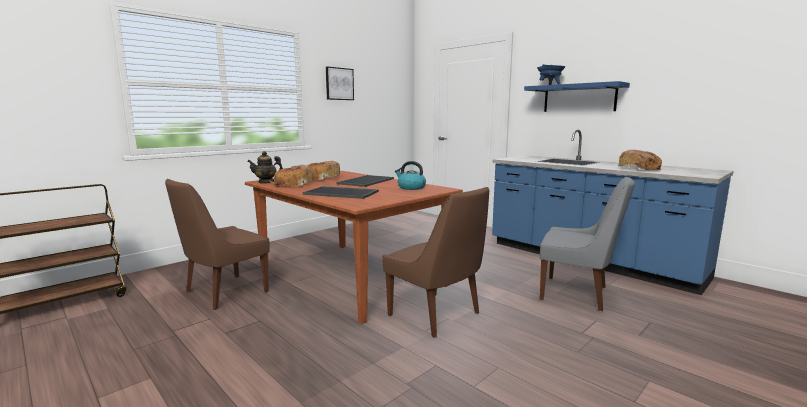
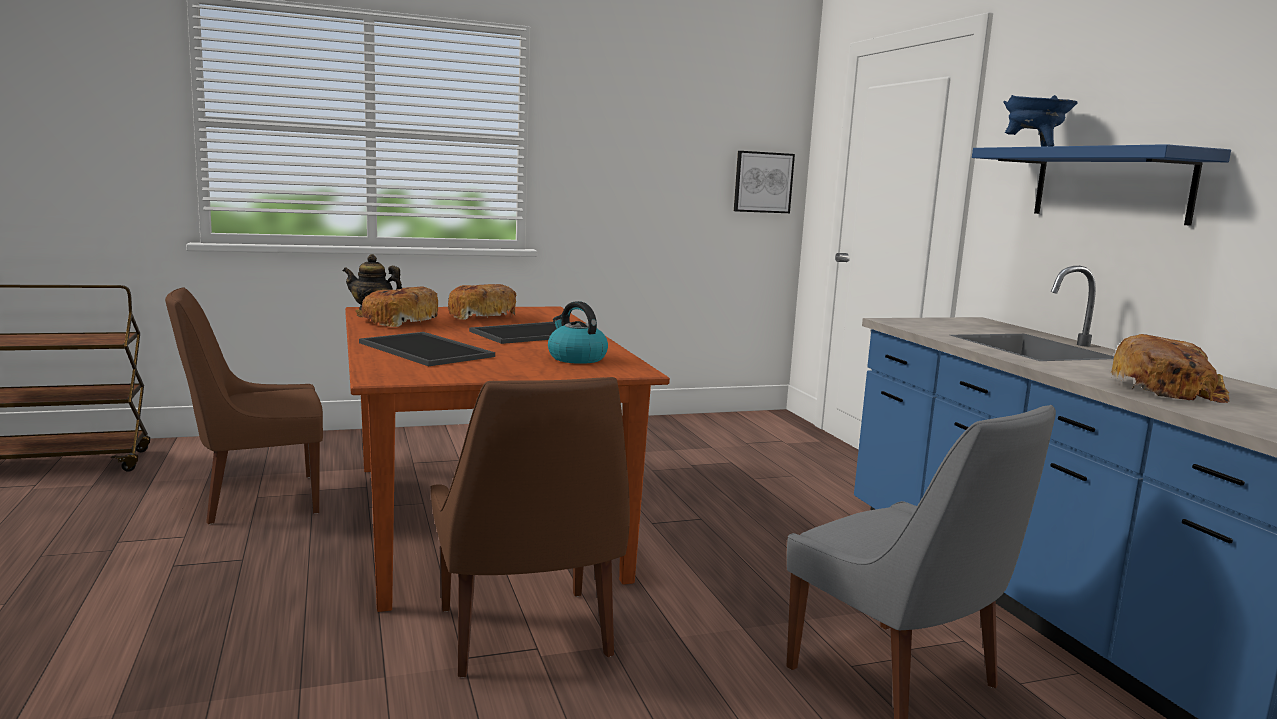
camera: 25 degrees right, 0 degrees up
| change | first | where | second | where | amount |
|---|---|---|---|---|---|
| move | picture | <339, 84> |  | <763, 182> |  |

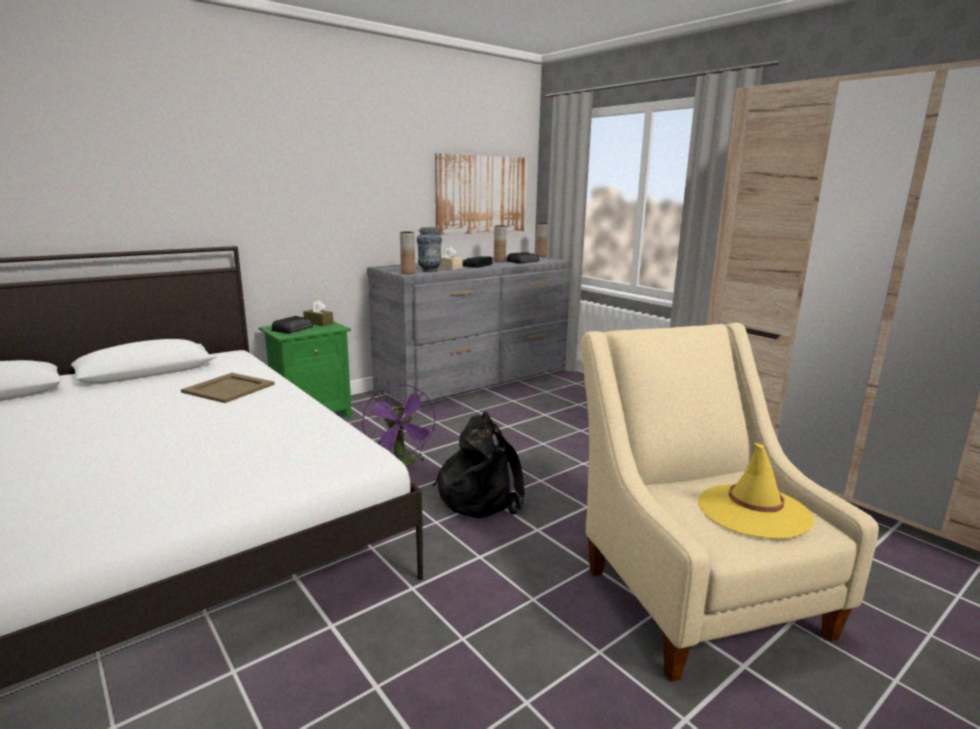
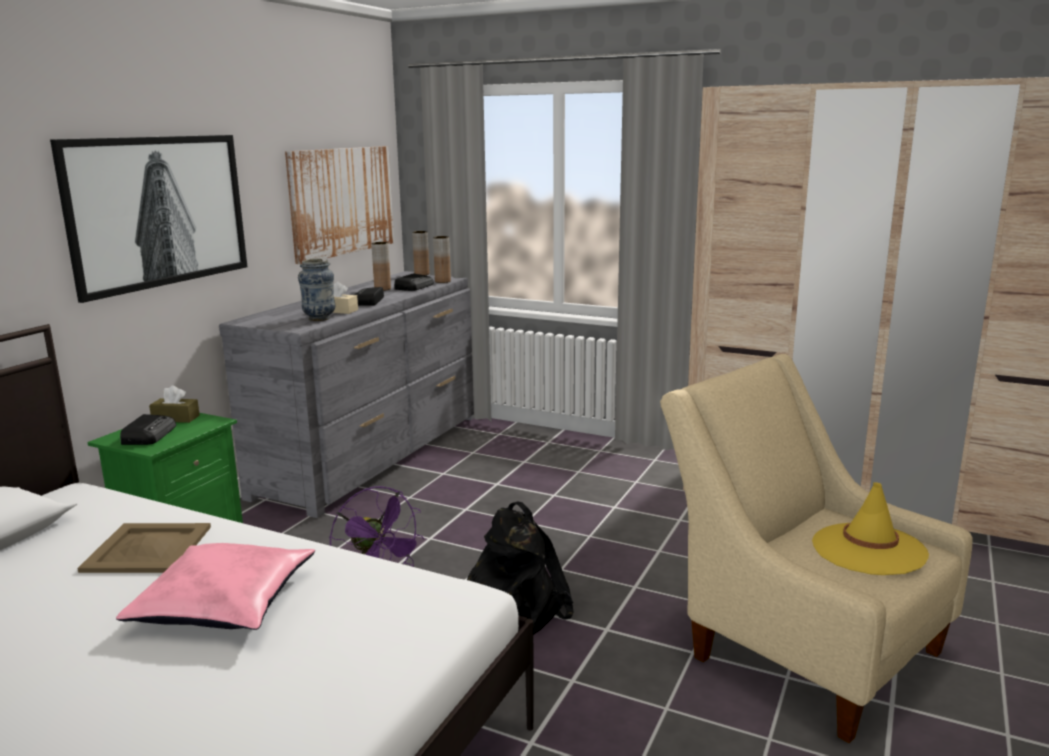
camera: 25 degrees left, 0 degrees up
| change | first | where | second | where | amount |
|---|---|---|---|---|---|
| insert |  |  | picture | <159, 211> |  |
| insert |  |  | pillow (pink) | <225, 602> |  |
| move | vase (brown) | <408, 273> |  | <442, 281> |  |

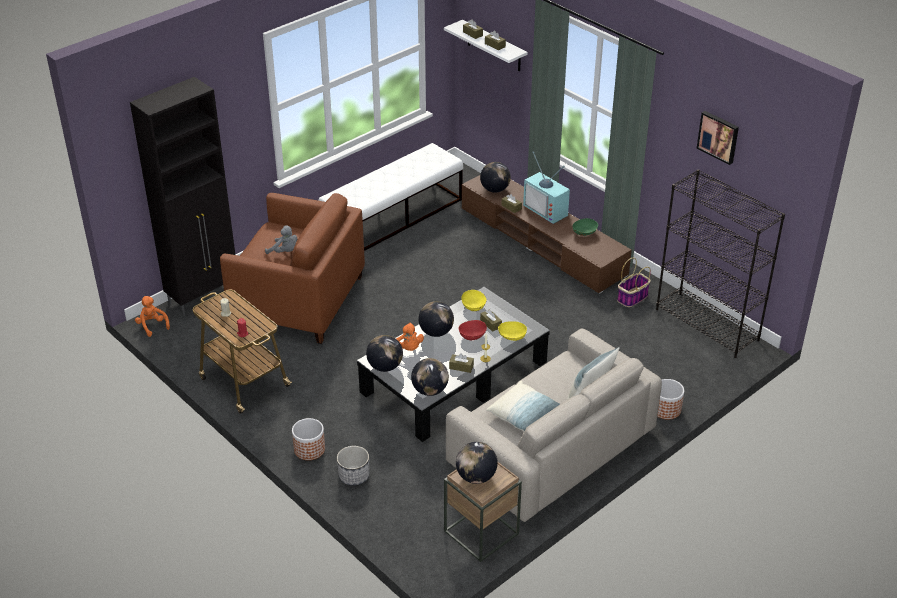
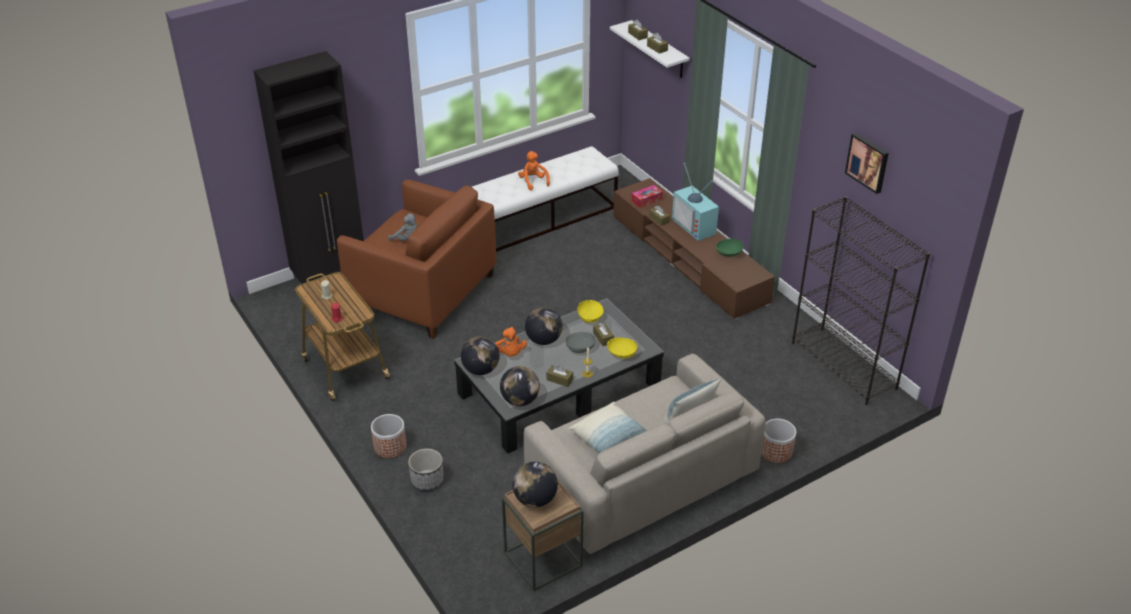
camera: 10 degrees right, 0 degrees up
| change | first | where | second | where | amount |
|---|---|---|---|---|---|
| delete | basket | <632, 298> |  |  |  |
| move | plush toy (orange) | <152, 326> |  | <533, 182> |  |
| replace | globe | <495, 190> | tissue box | <646, 200> |  |
| recolor | bowl (red) | <472, 336> | bowl (grey) | <580, 348> |  |

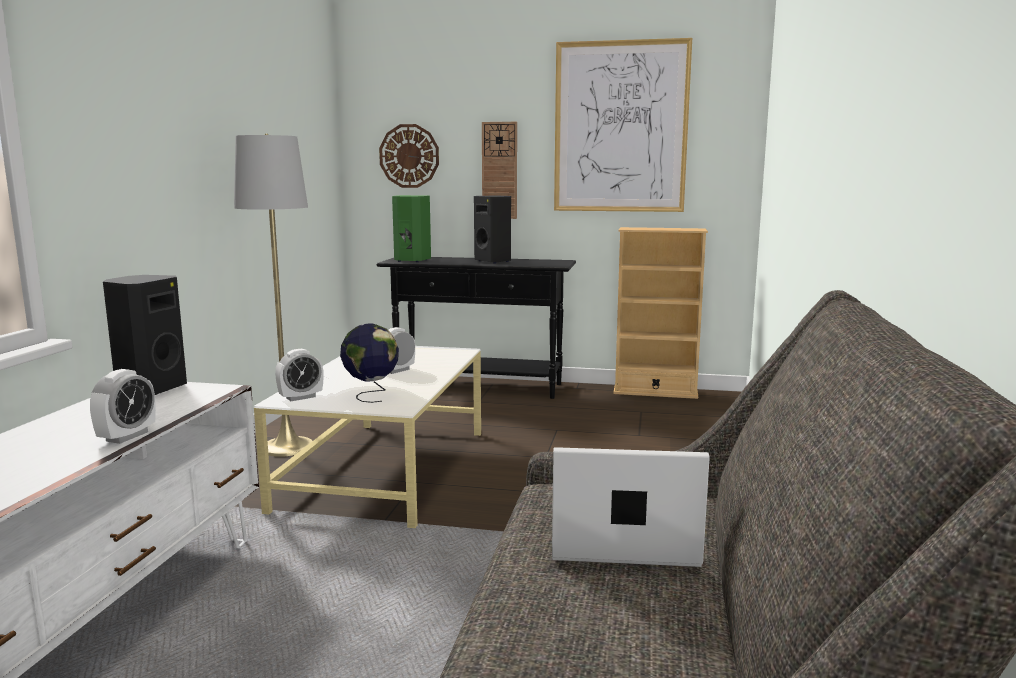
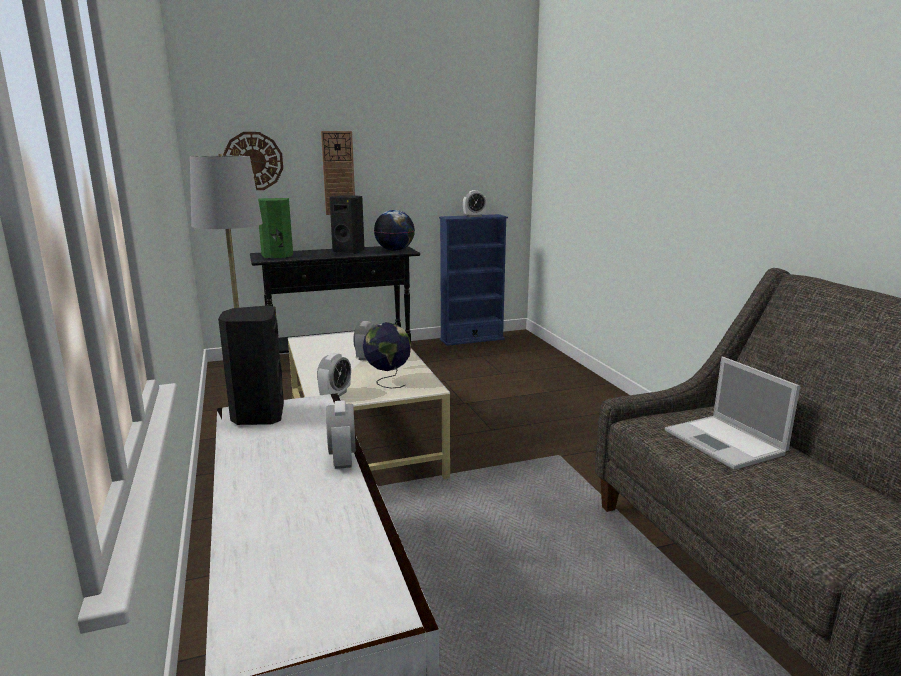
camera: 30 degrees left, 5 degrees up
| change | first | where | second | where | amount |
|---|---|---|---|---|---|
| delete | picture | <620, 127> |  |  |  |
| insert |  |  | globe | <395, 250> |  |
| insert |  |  | alarm clock | <474, 216> |  |
| recolor | bookcase (beige) | <655, 392> | bookcase (blue) | <472, 339> |  |
| rotate | laptop | <619, 538> |  | <726, 443> | 90 degrees counterclockwise |

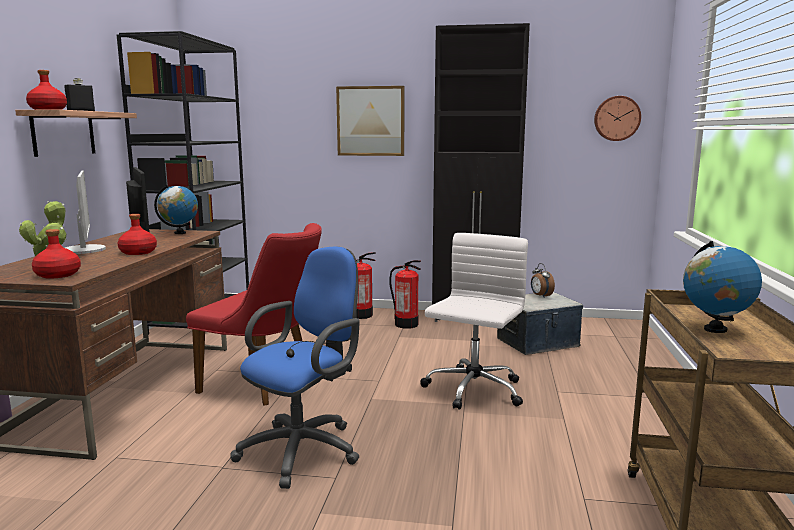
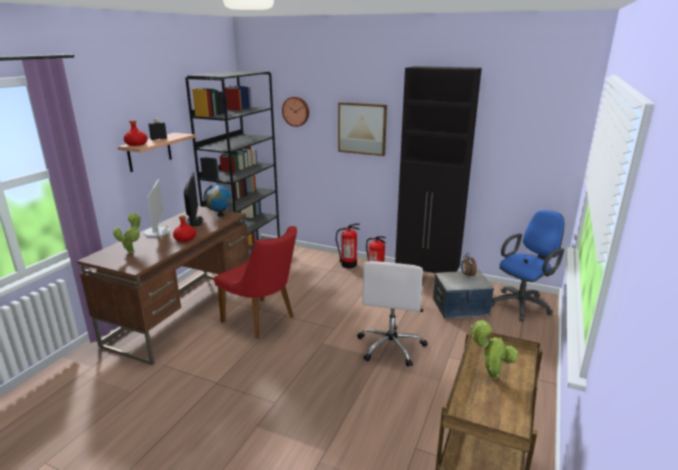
camera: 15 degrees right, 10 degrees up
| change | first | where | second | where | amount |
|---|---|---|---|---|---|
| delete | bottle (red) | <57, 275> |  |  |  |
| move | office chair (blue) | <305, 449> |  | <522, 304> |  |
| move | wall clock | <616, 118> |  | <296, 111> |  |
| replace | globe | <715, 329> | potted plant | <490, 375> |  |
| rotate | office chair (white) | <473, 390> |  | <391, 346> | 150 degrees clockwise |

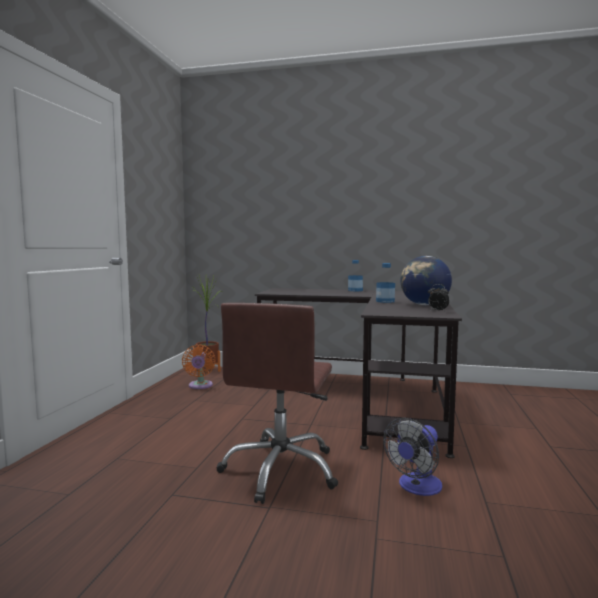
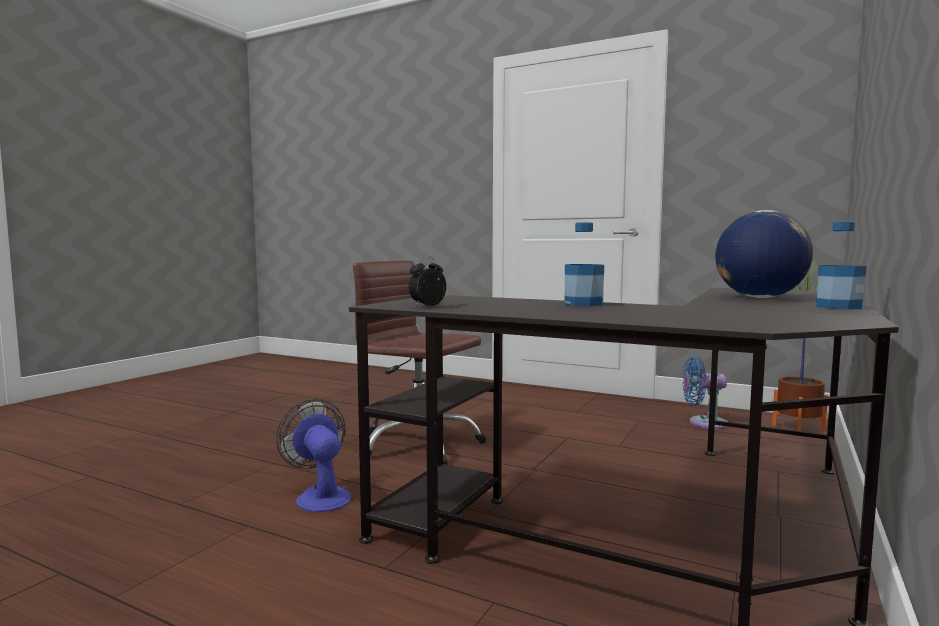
camera: 105 degrees right, 0 degrees up
| change | first | where | second | where | amount |
|---|---|---|---|---|---|
| move | globe | <424, 305> |  | <759, 297> |  |
| recolor | fan (orange) | <200, 386> | fan (blue) | <703, 423> |  |

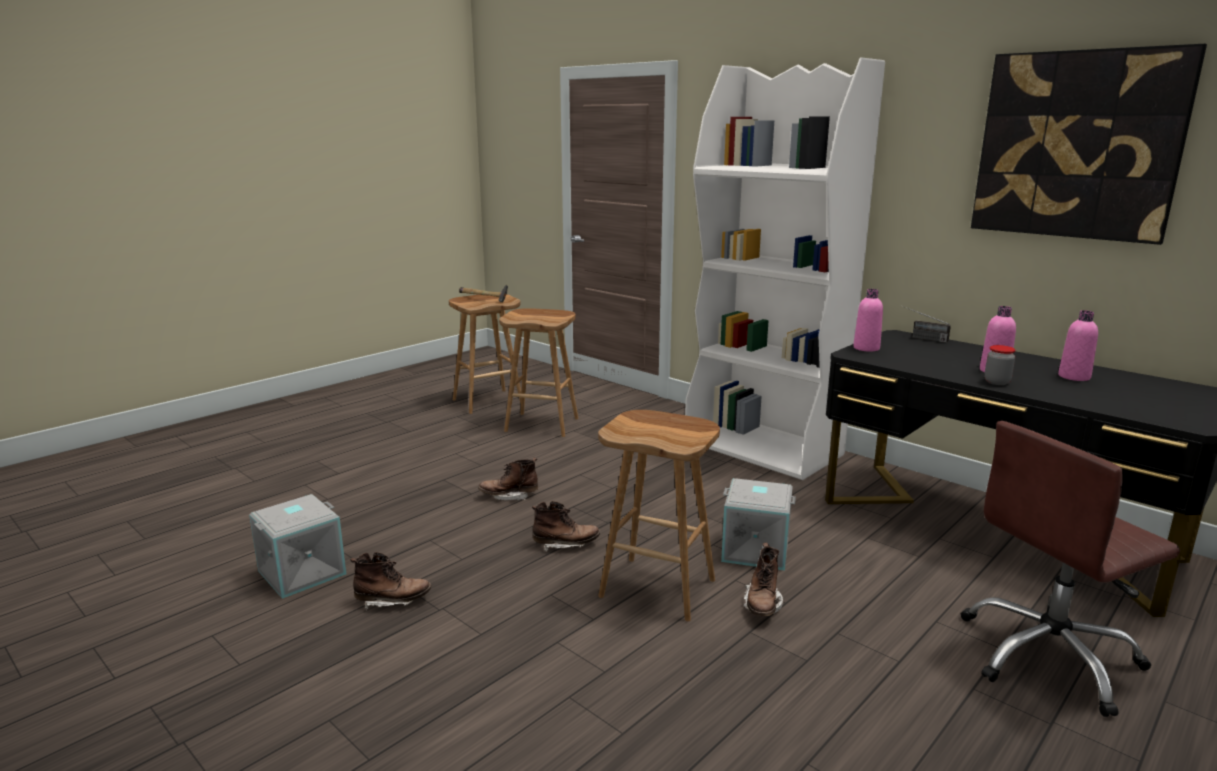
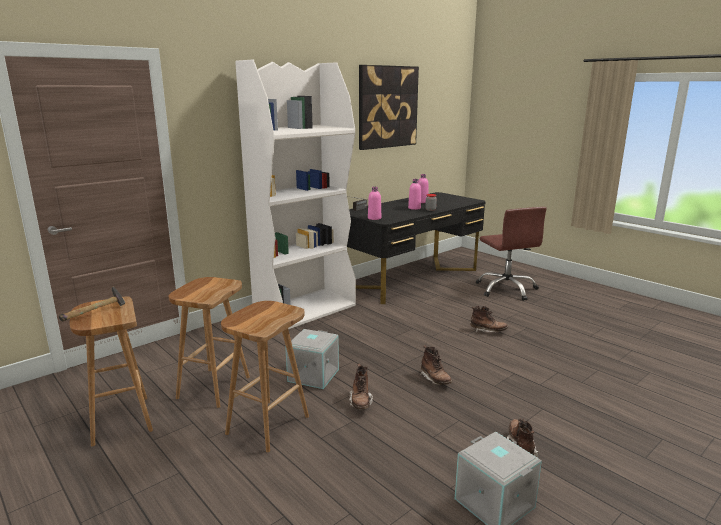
camera: 85 degrees left, 0 degrees up
| change | first | where | second | where | amount |
|---|---|---|---|---|---|
| move | stool (brown) | <659, 588> |  | <268, 424> |  |
| move | storage box (grey) | <756, 549> |  | <312, 375> |  |
| rotate | boot (brown) | <566, 545> |  | <435, 380> | 150 degrees clockwise |

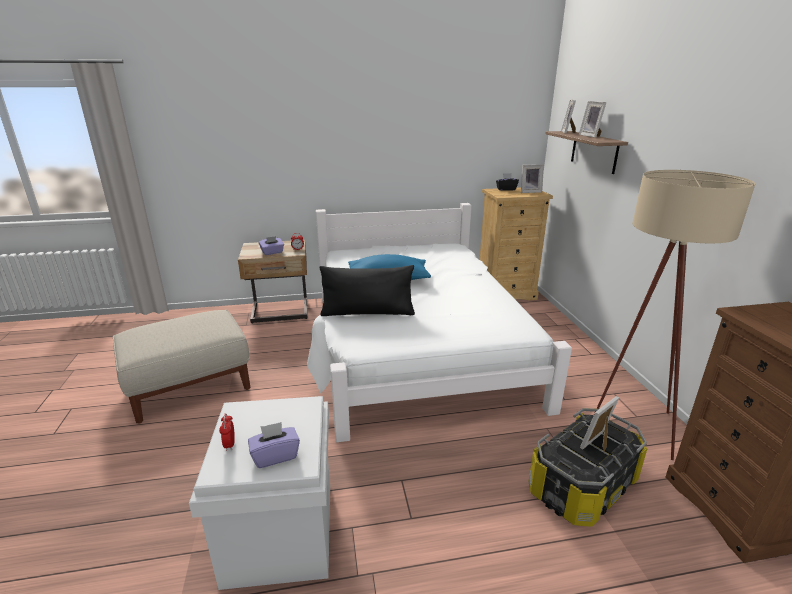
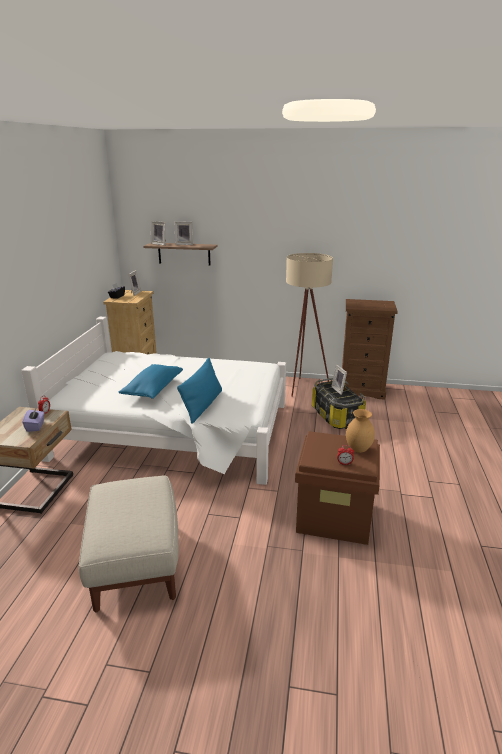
camera: 70 degrees left, 0 degrees up
| change | first | where | second | where | amount |
|---|---|---|---|---|---|
| replace | tissue box (purple) | <275, 456> | vase (brown) | <359, 449> |  |
| recolor | storage box (white) | <281, 533> | storage box (brown) | <335, 517> |  |
| recolor | pillow (black) | <367, 312> | pillow (blue) | <203, 405> |  |

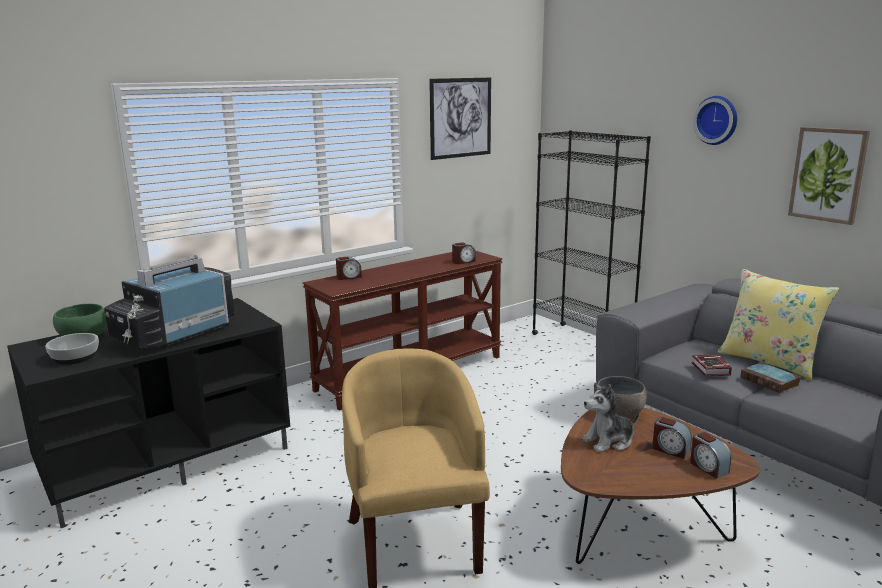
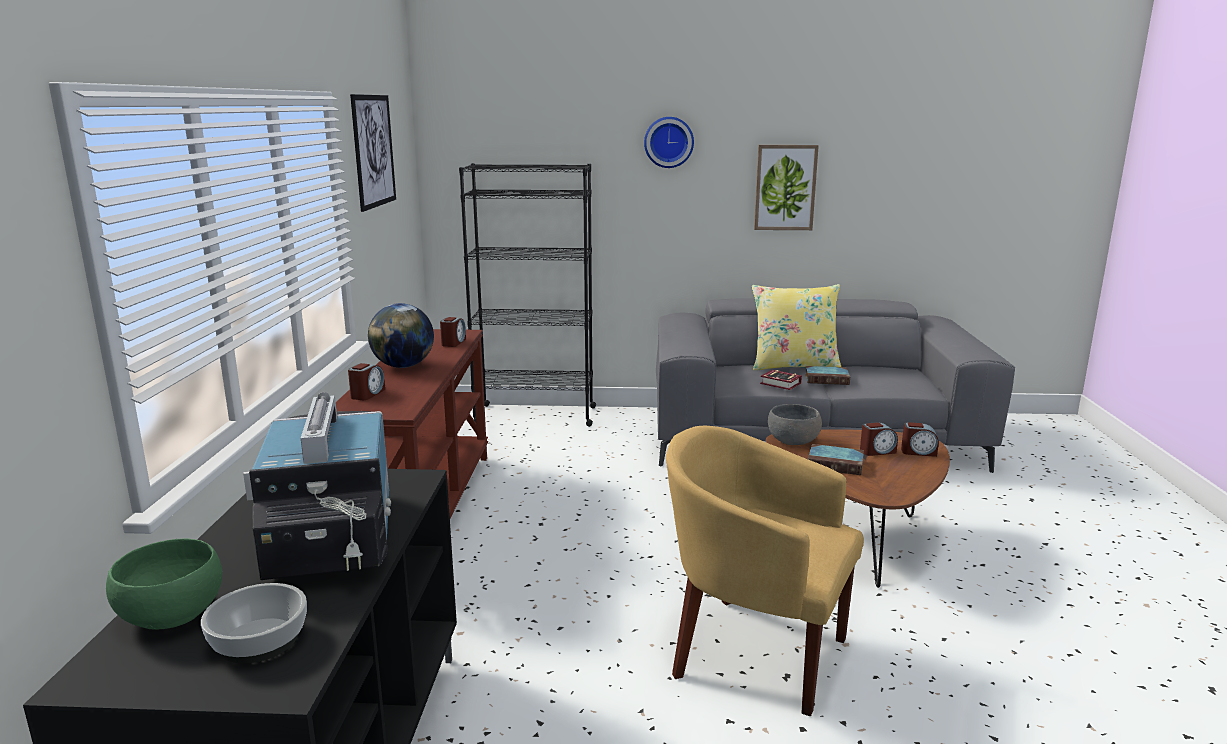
camera: 50 degrees left, 0 degrees up
| change | first | where | second | where | amount |
|---|---|---|---|---|---|
| insert |  |  | globe | <403, 366> |  |
| replace | plush toy | <609, 441> | book | <836, 464> |  |

